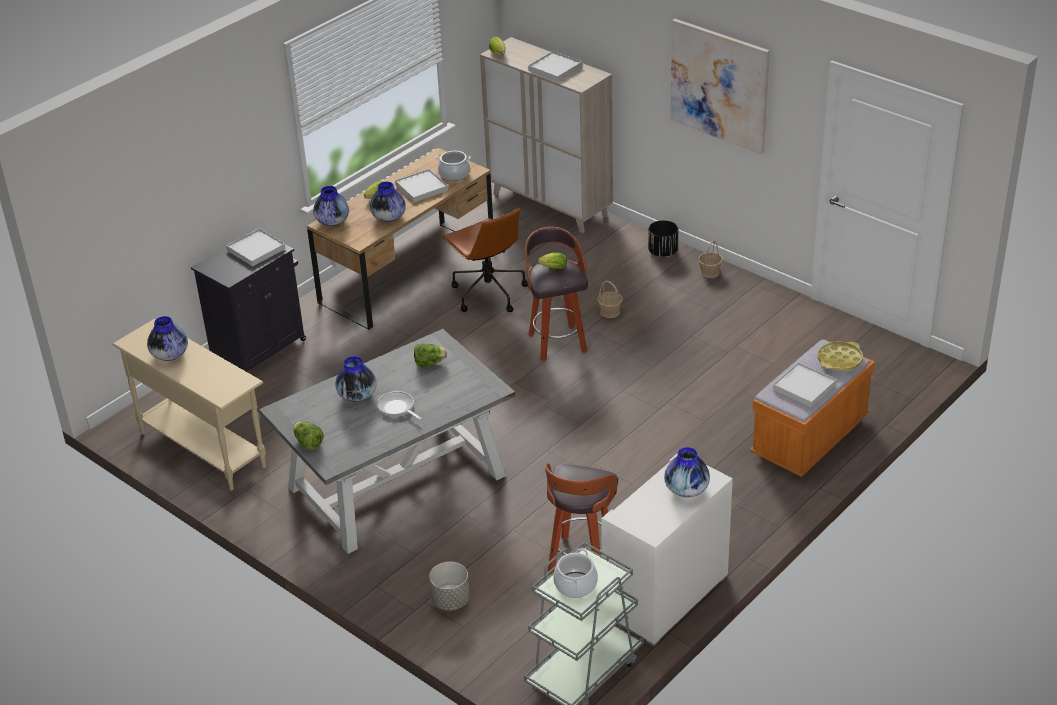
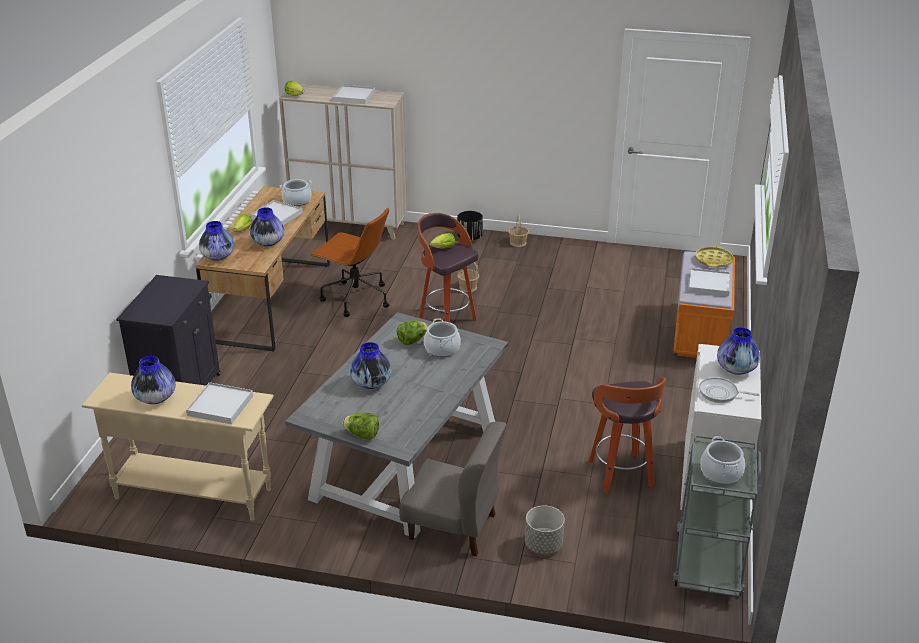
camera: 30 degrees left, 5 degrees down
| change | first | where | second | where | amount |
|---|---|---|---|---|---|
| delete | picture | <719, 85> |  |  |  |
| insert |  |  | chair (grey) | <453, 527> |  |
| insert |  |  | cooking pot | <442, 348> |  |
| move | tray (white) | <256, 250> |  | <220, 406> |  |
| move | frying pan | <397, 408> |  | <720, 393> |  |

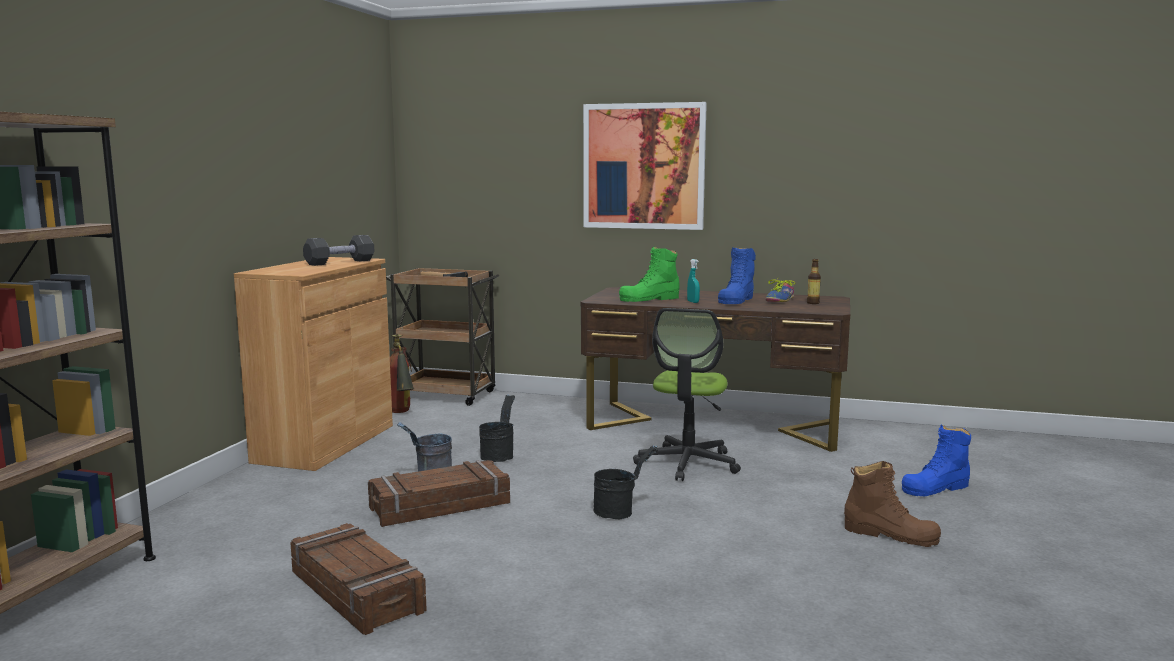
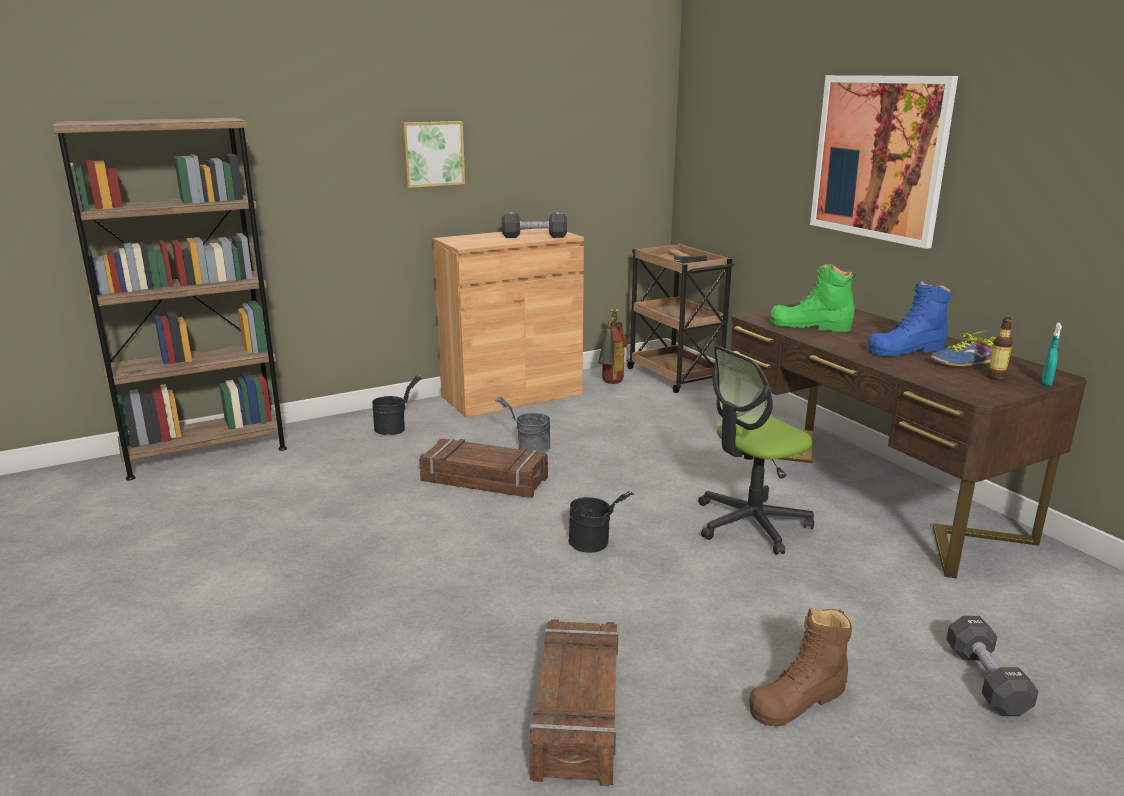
camera: 45 degrees right, 10 degrees up
| change | first | where | second | where | amount |
|---|---|---|---|---|---|
| insert |  |  | picture | <432, 153> |  |
| move | crate | <357, 591> |  | <578, 712> |  |
| move | bucket (black) | <499, 455> |  | <395, 428> |  |
| move | spray bottle (turquoise) | <693, 302> |  | <1046, 383> |  |
| replace | boot (blue) | <935, 488> | dumbbell (black) | <985, 680> |  |
| rotate | boot (brown) | <891, 535> |  | <798, 699> | 75 degrees clockwise |

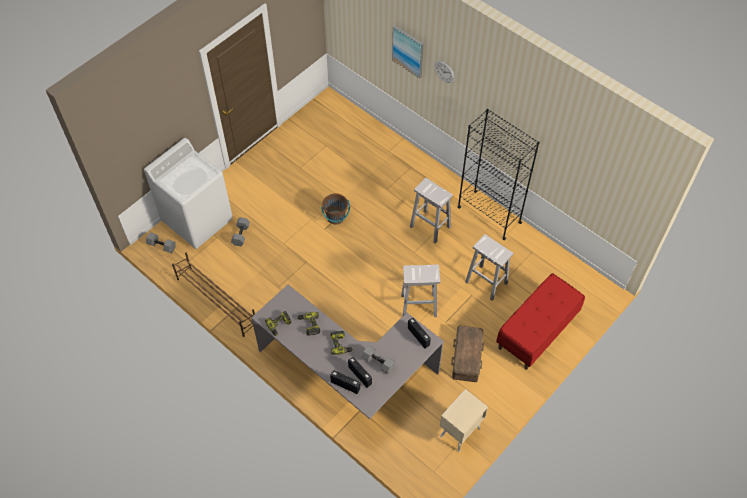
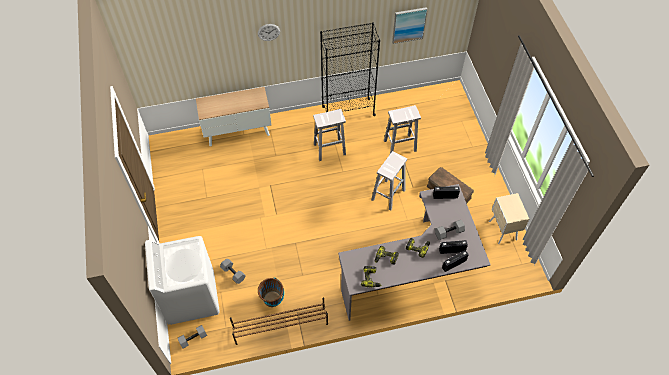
camera: 55 degrees left, 0 degrees up
| change | first | where | second | where | amount |
|---|---|---|---|---|---|
| delete | bench (red) | <537, 332> |  |  |  |
| insert |  |  | cabinet | <238, 131> |  |
| move | bucket (brown) | <336, 217> |  | <272, 299> |  |
| move | picture | <408, 51> |  | <409, 25> |  |

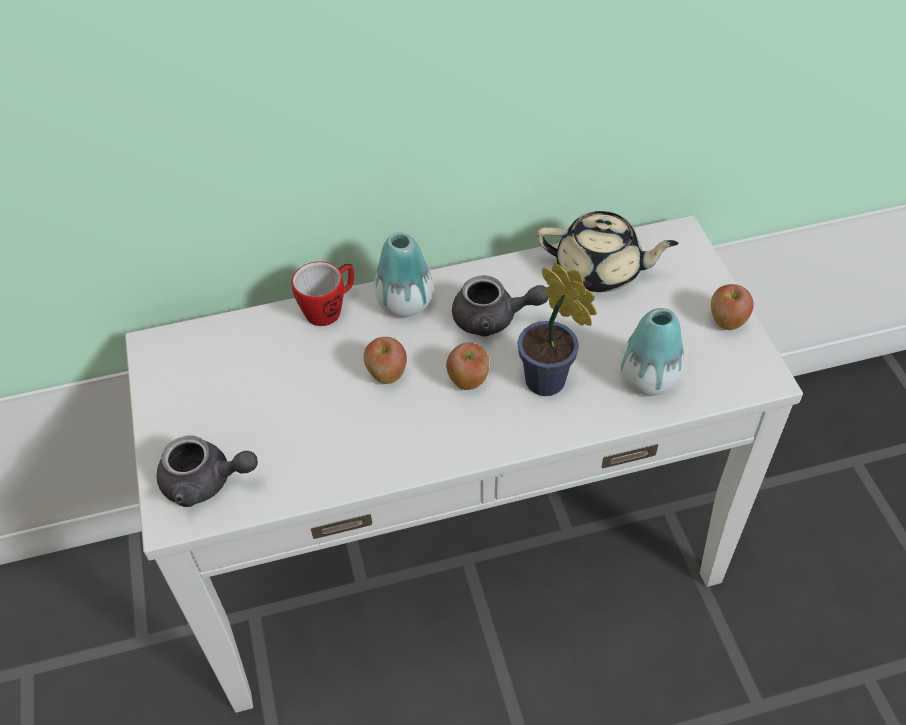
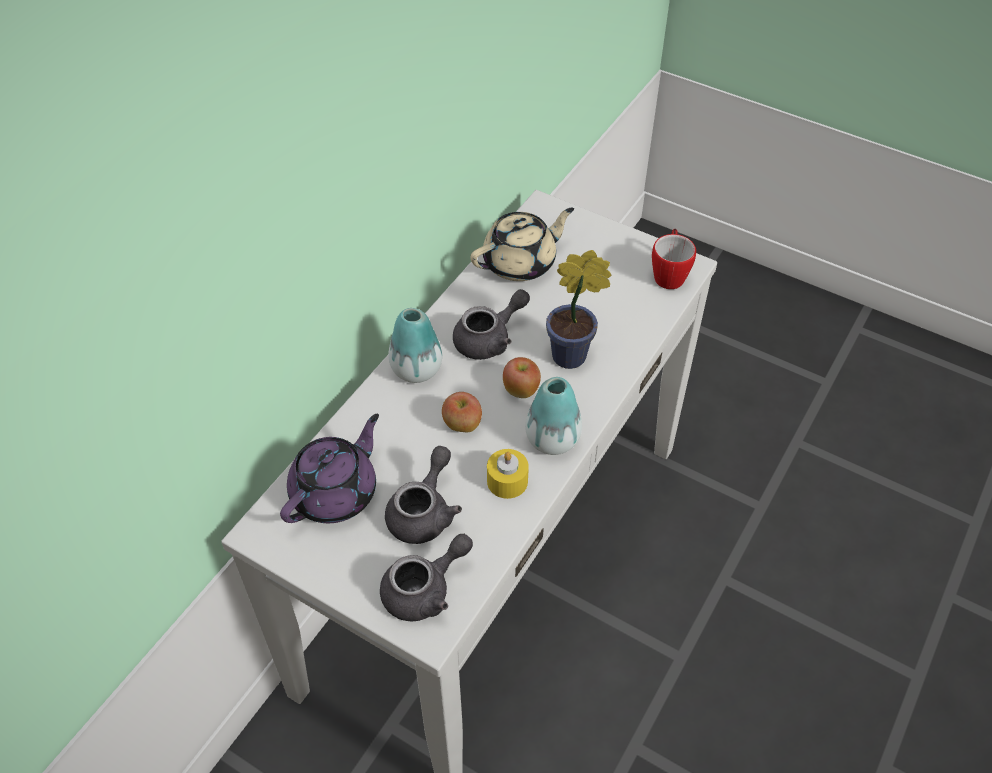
camera: 45 degrees left, 0 degrees up
| change | first | where | second | where | amount |
|---|---|---|---|---|---|
| delete | apple | <726, 321> |  |  |  |
| insert |  |  | teapot (purple) | <336, 492> |  |
| insert |  |  | teapot (grey) | <424, 512> |  |
| insert |  |  | candle (yellow) | <507, 481> |  |
| move | mug | <330, 309> |  | <669, 274> |  |
| move | vase | <648, 379> |  | <552, 439> |  |

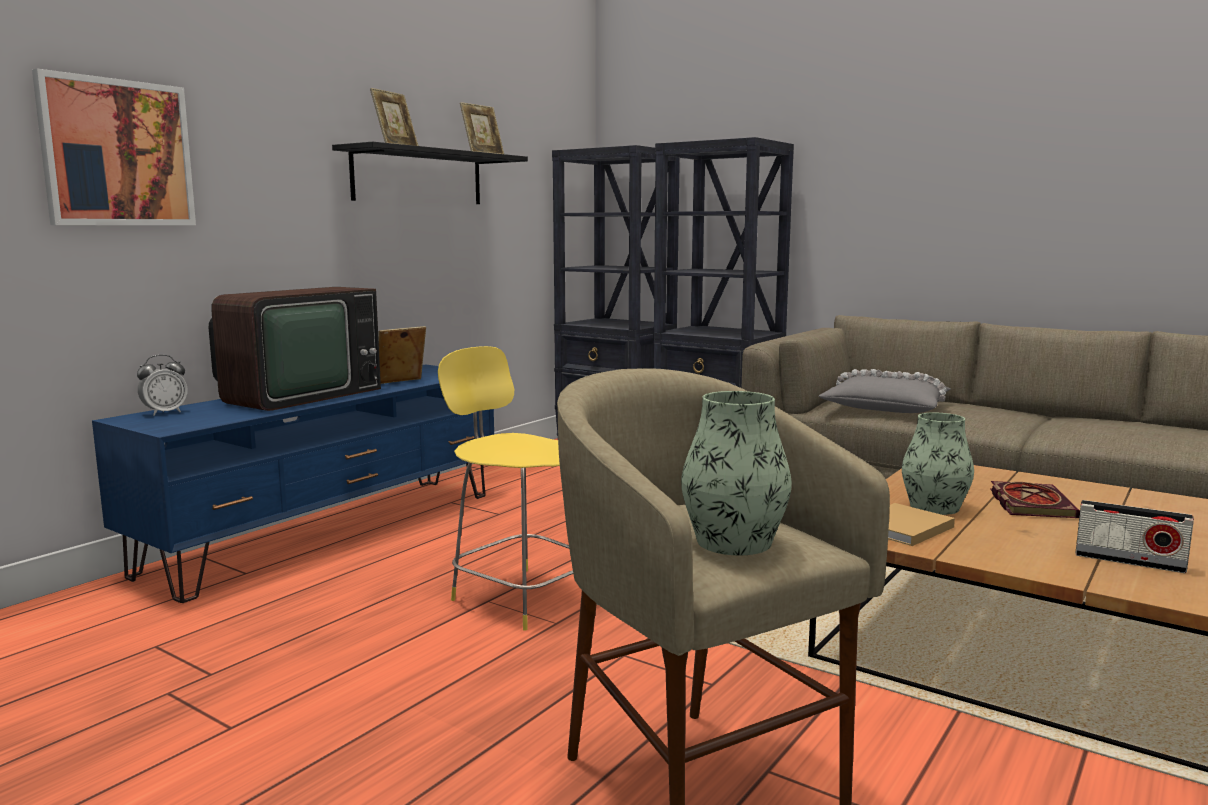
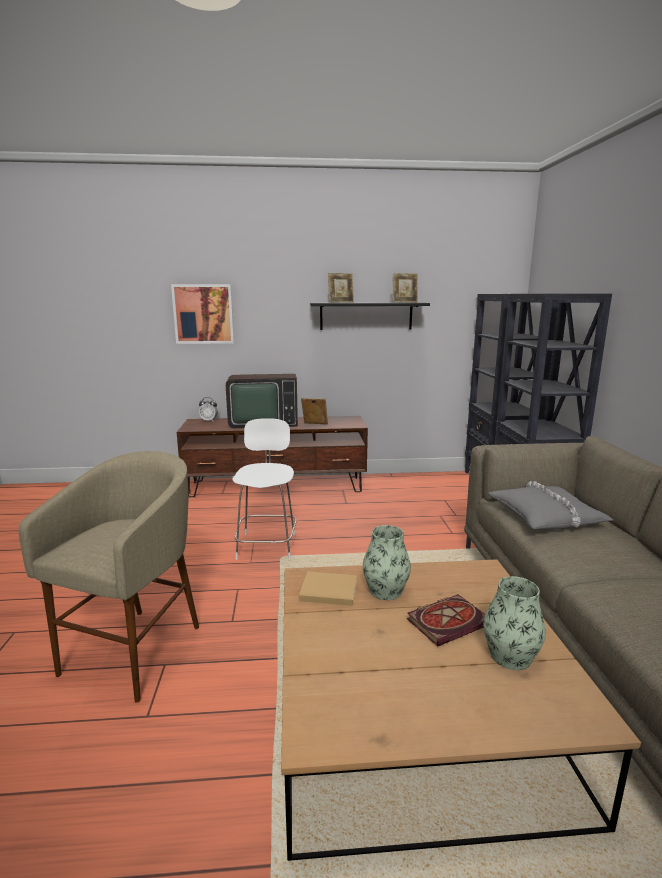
camera: 50 degrees right, 5 degrees up
| change | first | where | second | where | amount |
|---|---|---|---|---|---|
| delete | radio | <1129, 561> |  |  |  |
| move | vase | <733, 542> |  | <510, 655> |  |
| recolor | tv stand (blue) | <330, 531> | tv stand (brown) | <277, 486> |  |
| recolor | stool (yellow) | <521, 596> | stool (white) | <267, 544> |  |

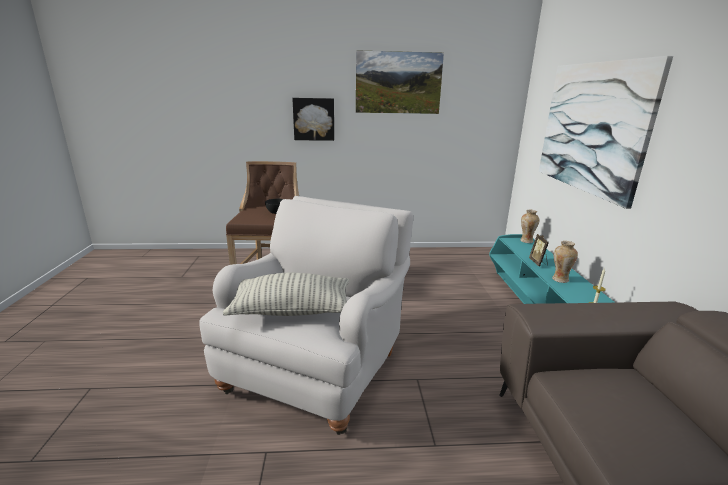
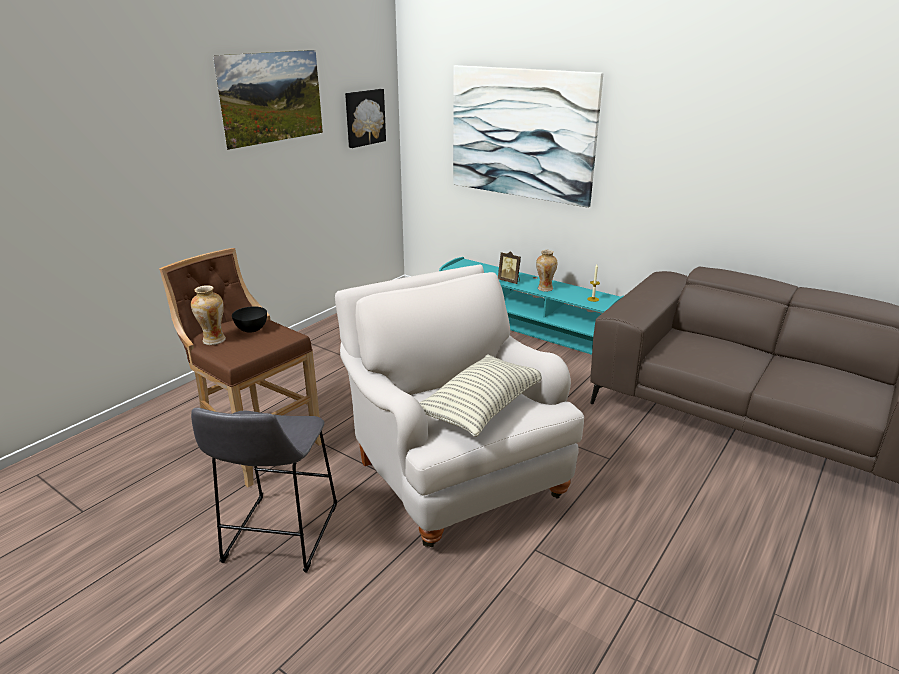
camera: 50 degrees left, 5 degrees up
| change | first | where | second | where | amount |
|---|---|---|---|---|---|
| insert |  |  | stool (grey) | <278, 537> |  |
| move | picture | <314, 119> |  | <364, 117> |  |
| move | vase | <526, 241> |  | <213, 340> |  |

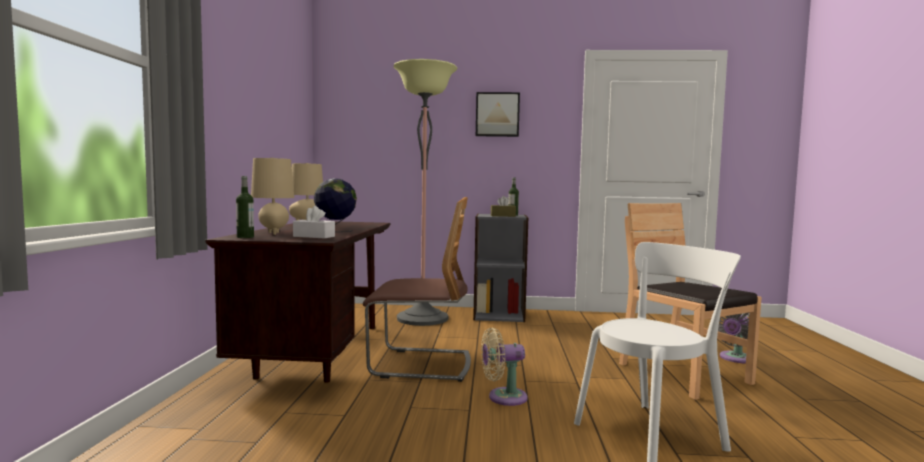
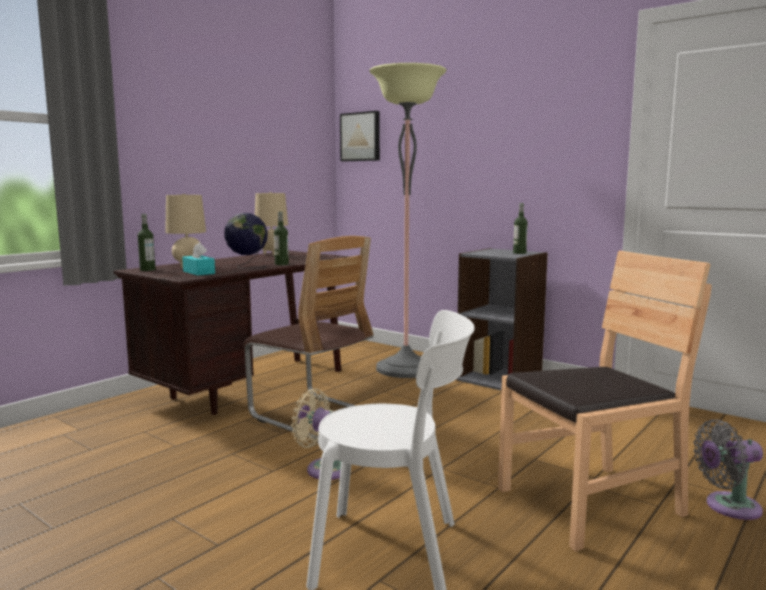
camera: 35 degrees right, 5 degrees up
| change | first | where | second | where | amount |
|---|---|---|---|---|---|
| delete | tissue box (brown) | <503, 216> |  |  |  |
| insert |  |  | bottle | <281, 264> |  |
| move | picture | <497, 114> |  | <361, 137> |  |
| recolor | tissue box (white) | <314, 236> | tissue box (turquoise) | <199, 272> |  |
| rotate | chair (brown) | <682, 374> |  | <590, 503> | 60 degrees clockwise |

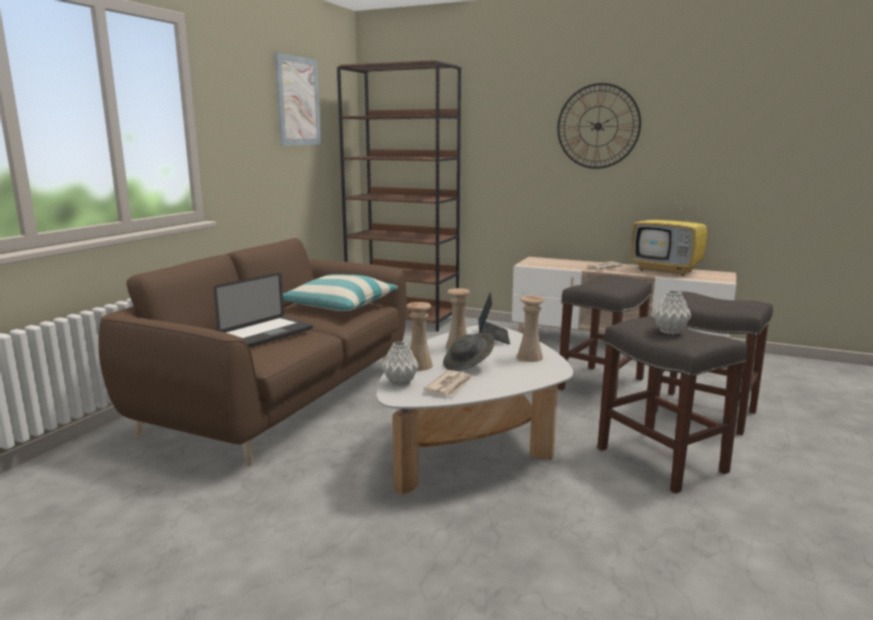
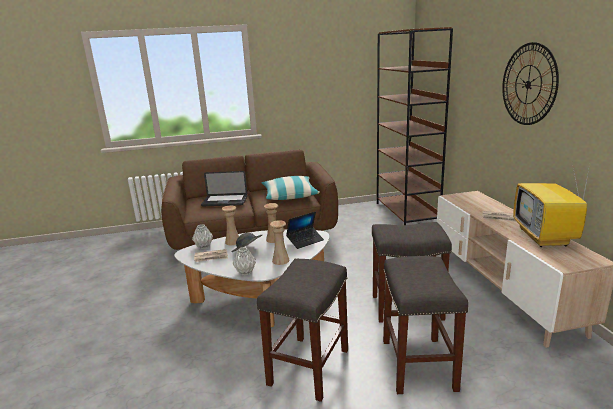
camera: 55 degrees right, 5 degrees up
| change | first | where | second | where | amount |
|---|---|---|---|---|---|
| delete | picture | <298, 101> |  |  |  |
| move | vase (grey) | <669, 332> |  | <245, 272> |  |

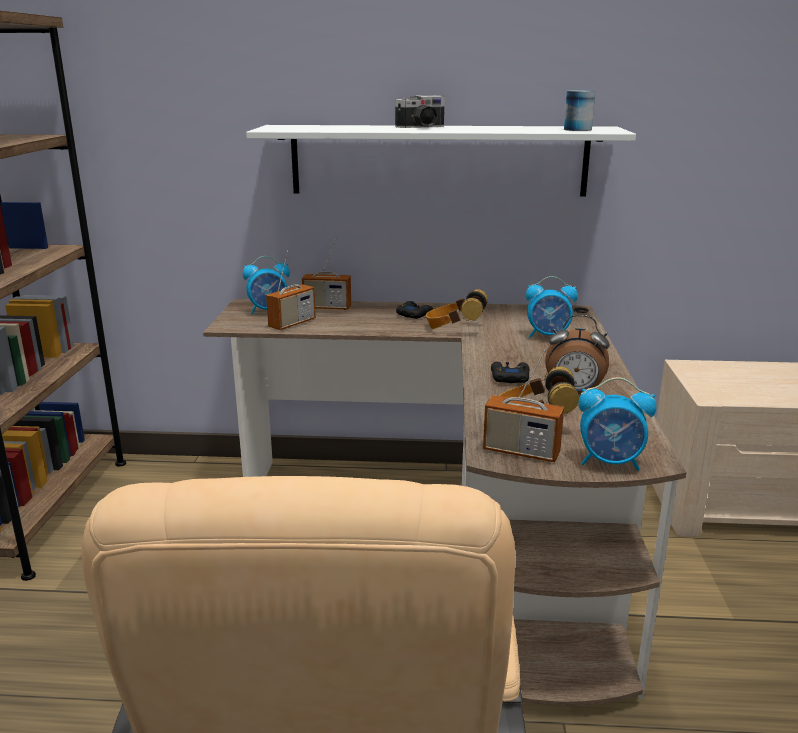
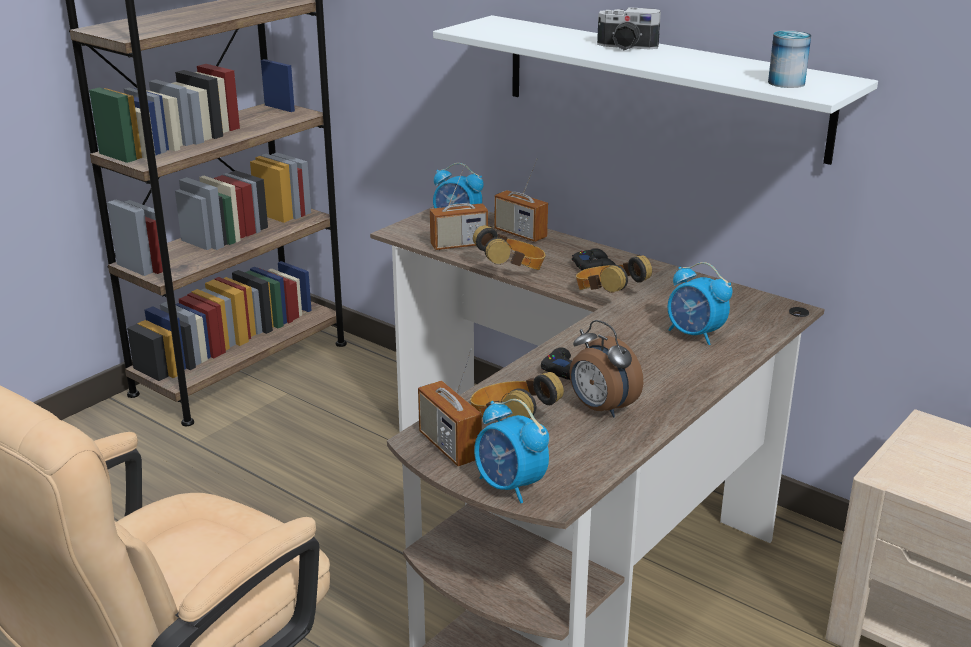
camera: 35 degrees right, 5 degrees up
| change | first | where | second | where | amount |
|---|---|---|---|---|---|
| insert |  |  | headphones | <511, 270> |  |

